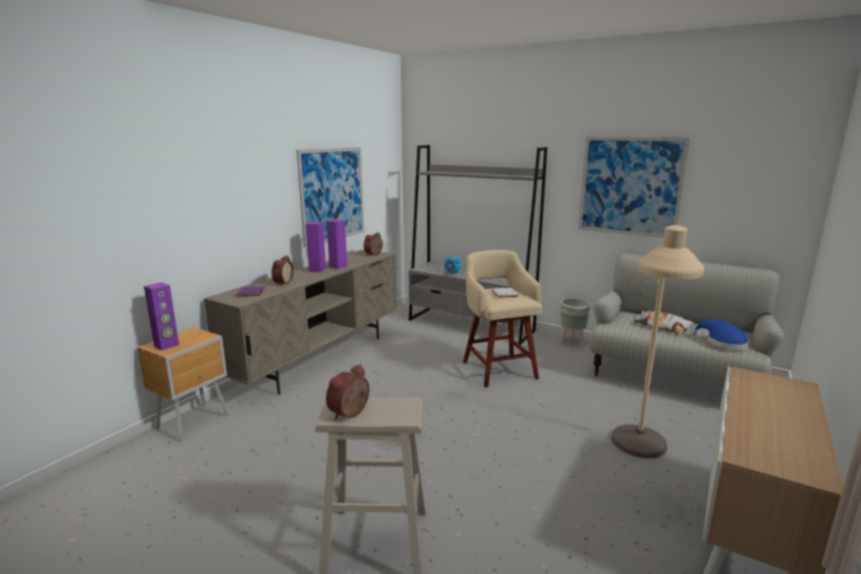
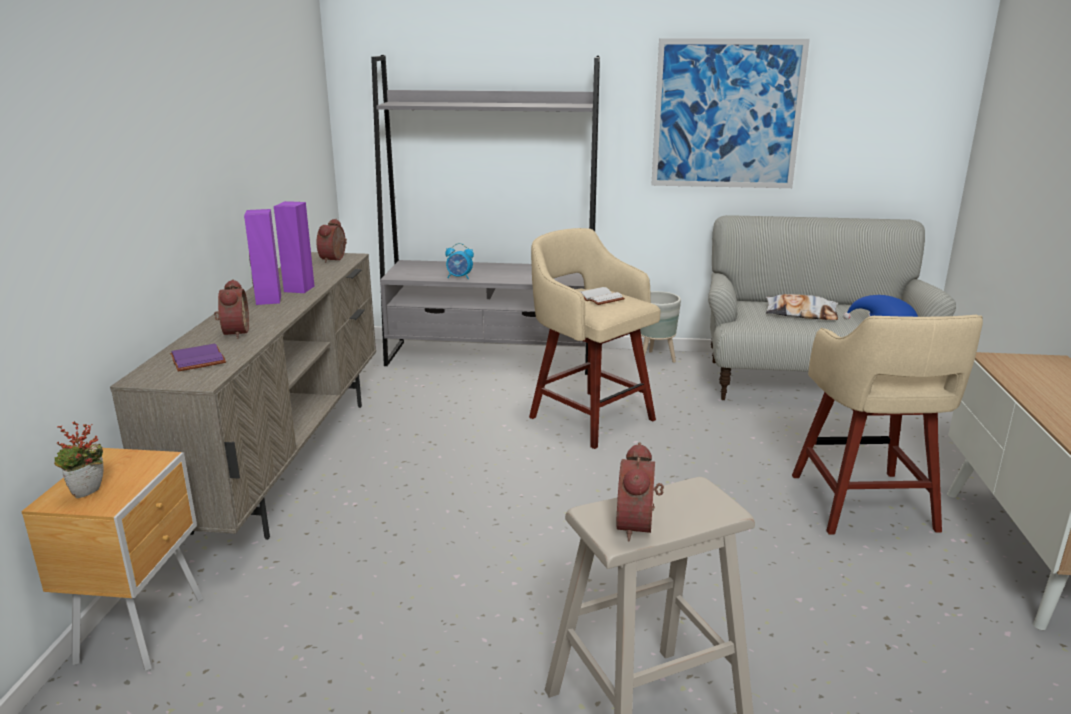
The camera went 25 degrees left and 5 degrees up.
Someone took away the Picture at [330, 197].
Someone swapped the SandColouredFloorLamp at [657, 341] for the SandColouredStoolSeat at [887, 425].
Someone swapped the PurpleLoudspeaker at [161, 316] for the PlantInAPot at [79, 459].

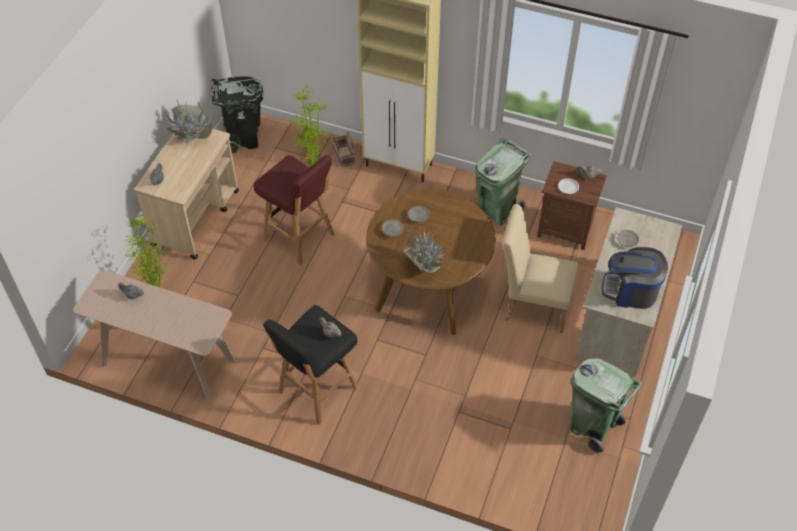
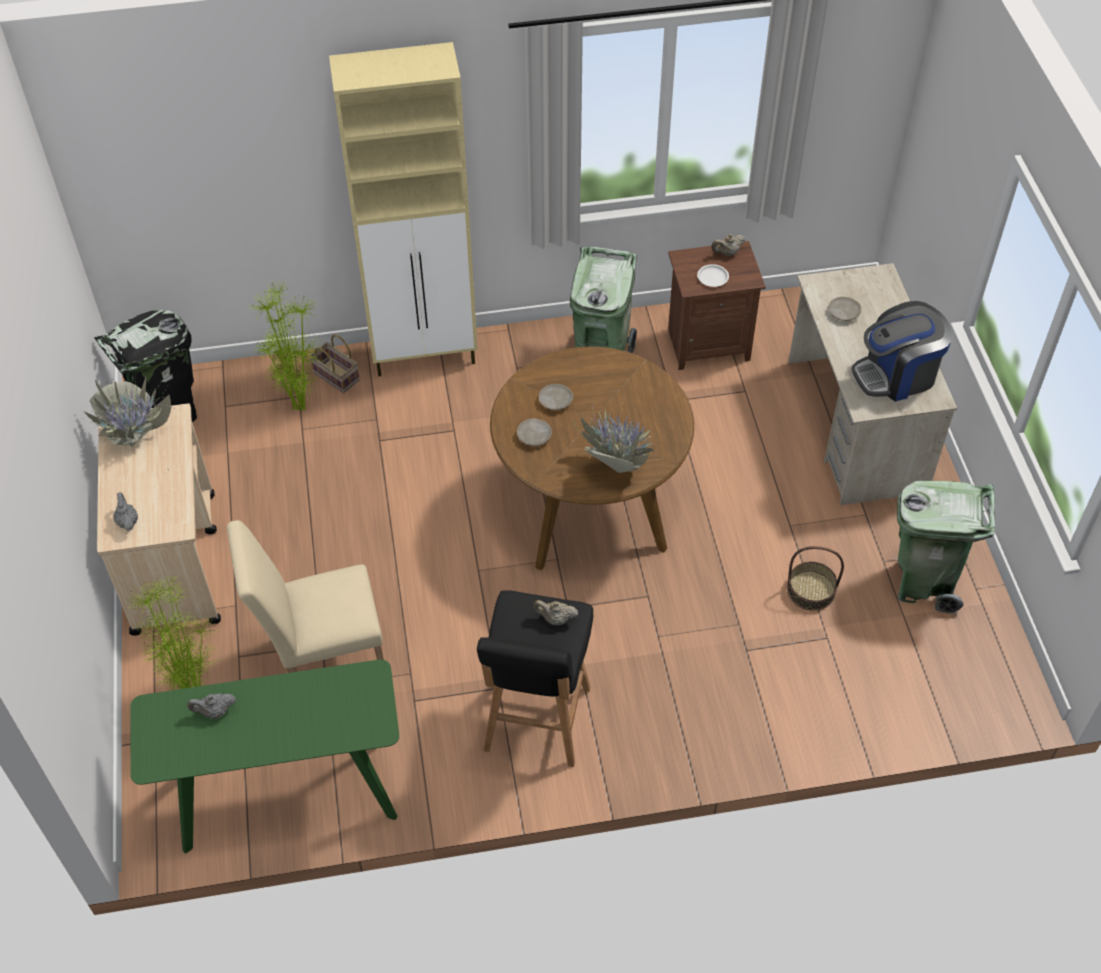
The camera went 30 degrees left and 0 degrees up.
Someone took away the ReddishStoolSeat at [294, 210].
Someone carried the SandColouredChair from [540, 268] to [305, 596].
Someone repainted the SandColouredNarrowTable at [154, 337], which became the GreenishNarrowTable at [264, 756].
Someone put down the StorageBasket at [815, 578].

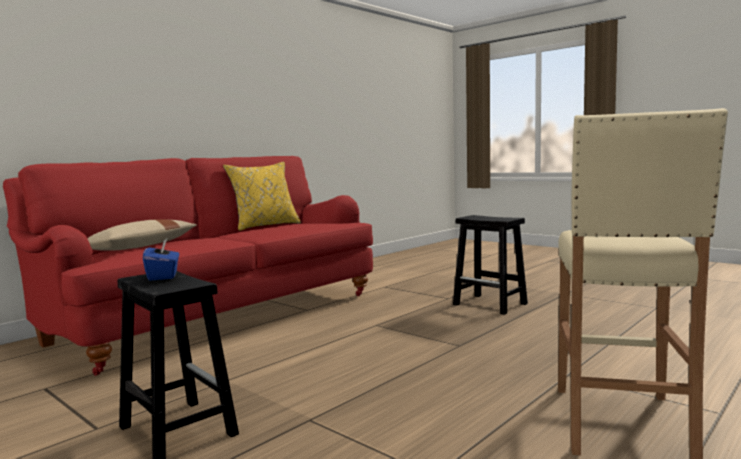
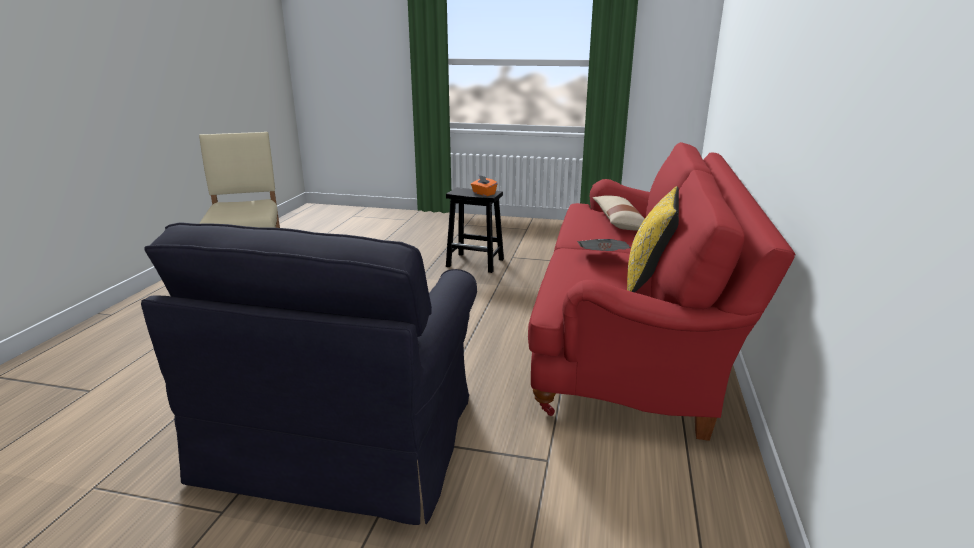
The camera went 150 degrees right and 15 degrees up.
Someone swapped the BlackColouredStoolSeat at [490, 265] for the BlackColouredArmchair at [309, 373].
Someone repainted the BluishBoxOfTissues at [161, 260], which became the OrangeColouredBoxOfTissues at [484, 185].
Someone put down the Newspaper at [604, 245].

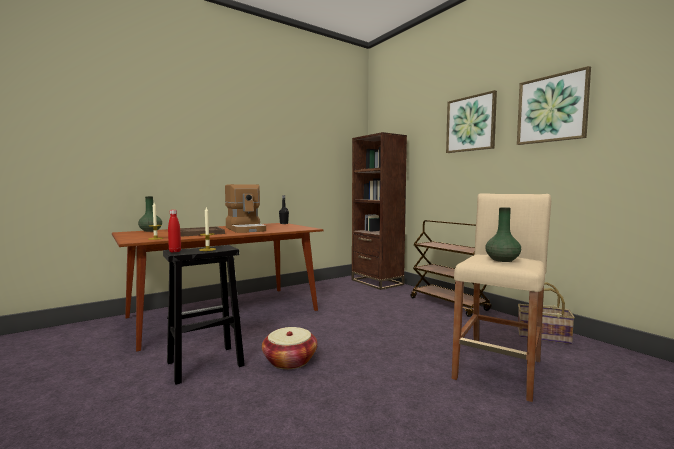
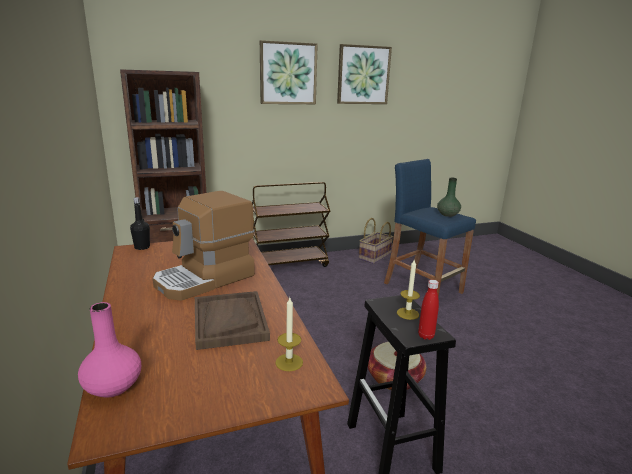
The camera went 75 degrees left and 15 degrees up.
Someone rotated the CoffeeMaker at [245, 208] by 150 degrees clockwise.
Someone repainted the SandColouredStoolSeat at [501, 297], which became the BluishStoolSeat at [430, 228].
Someone repainted the GreenishVase at [150, 214], which became the PinkishVase at [109, 350].

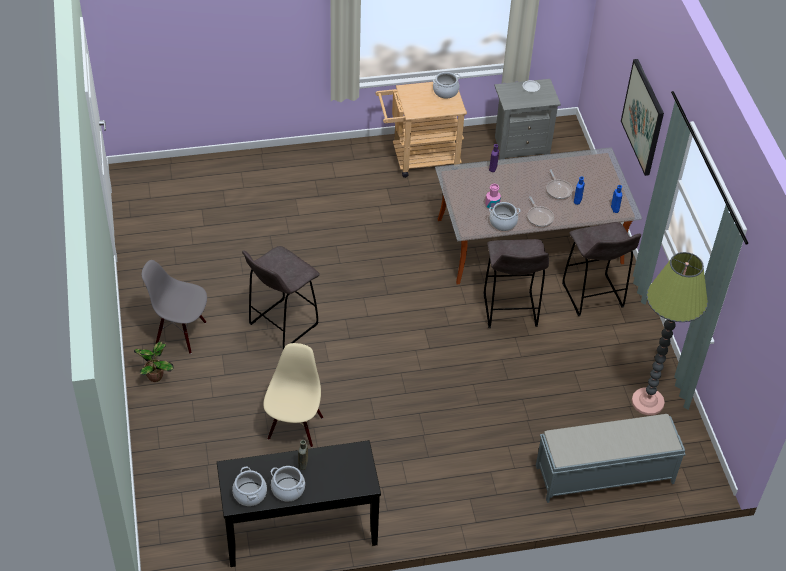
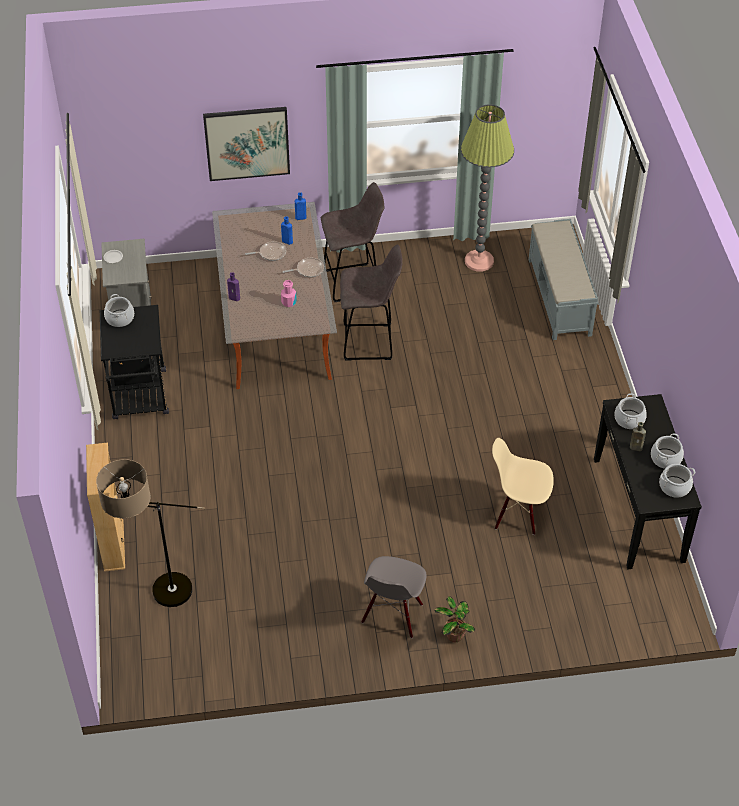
The camera went 85 degrees left and 0 degrees up.
Someone repainted the SandColouredWheeledCart at [421, 130], which became the BlackColouredWheeledCart at [134, 362].
Someone carried the Saucepot from [505, 216] to [630, 411].
Someone took away the GrayStoolSeat at [281, 297].
Someone put down the SandColouredBookcase at [105, 507].
Someone put down the FloorLamp at [150, 533].

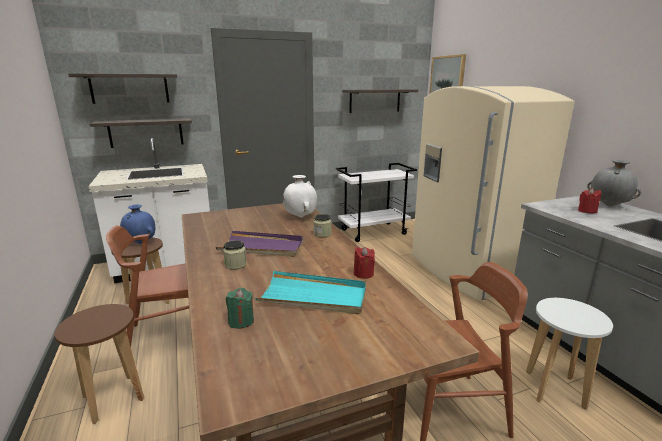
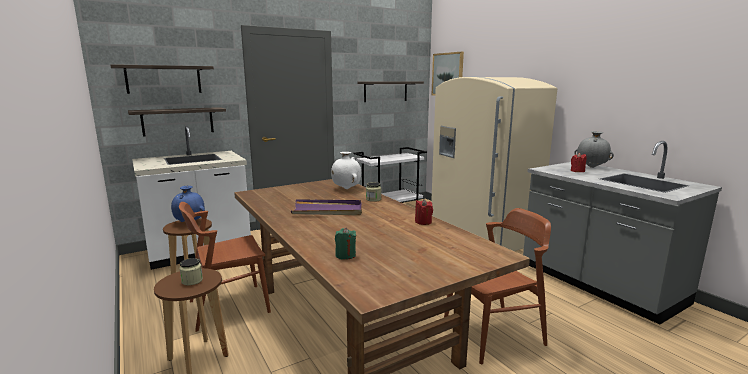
The camera went 10 degrees left and 5 degrees down.
Someone carried the PreserveJar from [235, 254] to [191, 271].
Someone took away the TurquoiseColouredTray at [310, 292].
Someone took away the WhiteStoolSeat at [569, 354].

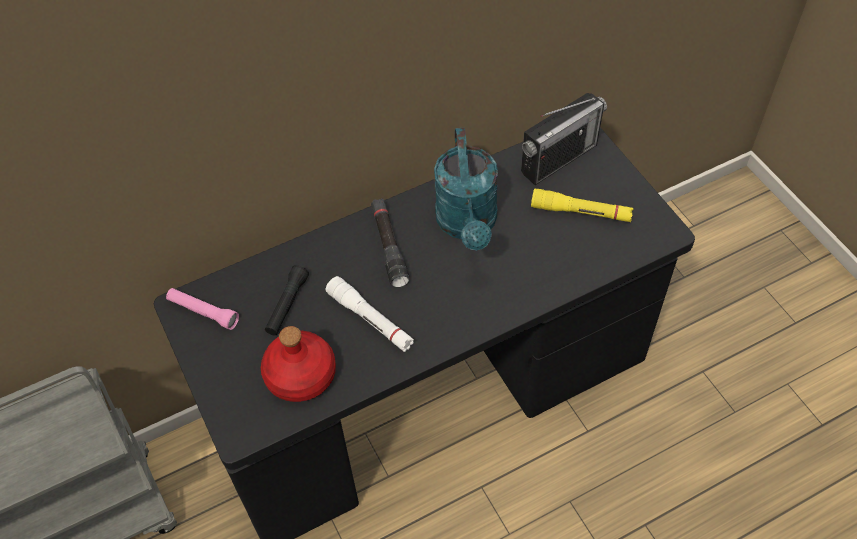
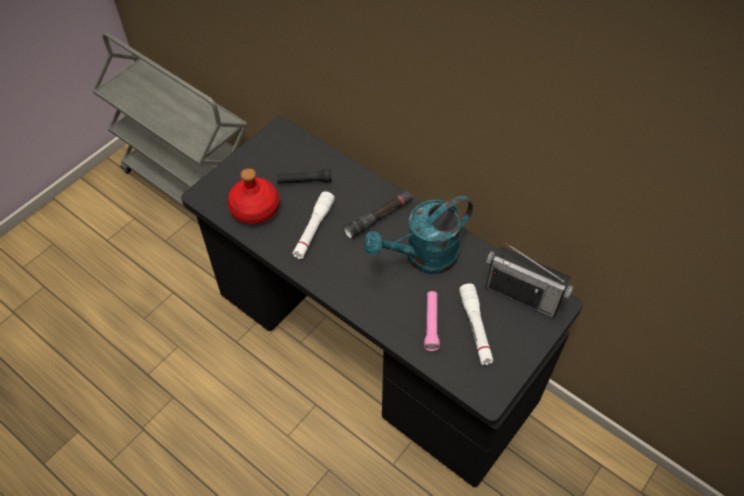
The camera went 65 degrees right and 0 degrees up.
Someone repainted the YellowishHandTorch at [582, 205], which became the WhiteHandTorch at [476, 324].
Someone carried the PinkishHandTorch from [202, 309] to [432, 321].

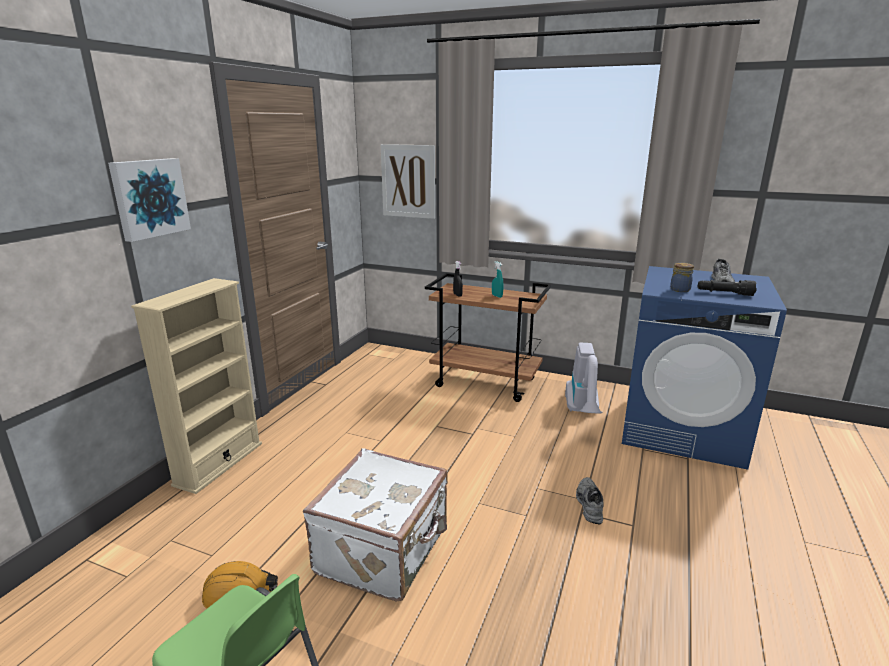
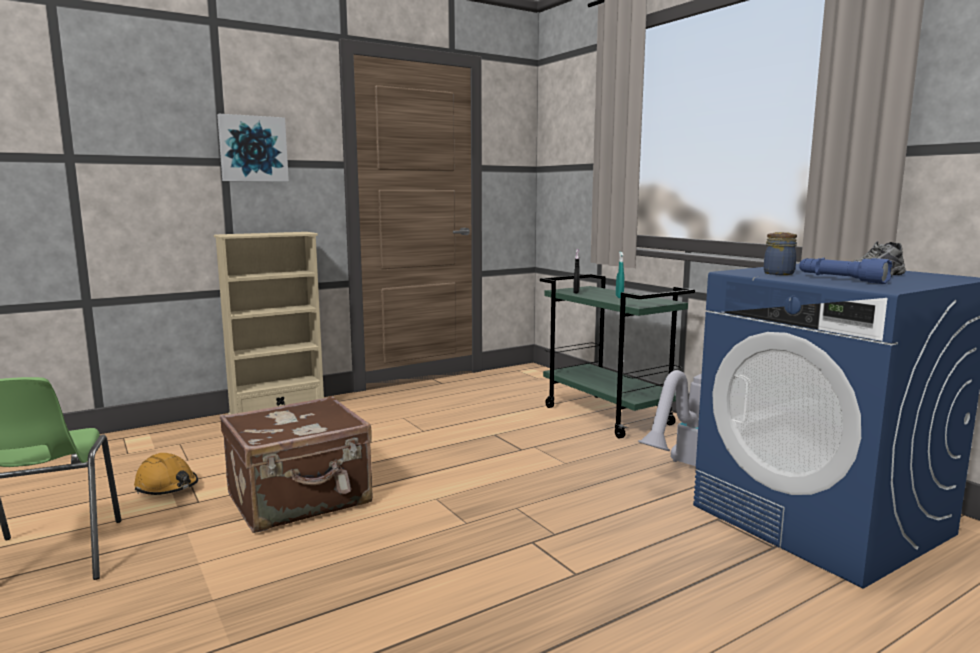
The camera went 35 degrees right and 10 degrees down.
Someone took away the Picture at [408, 181].
Someone repainted the BrownWheeledCart at [488, 337], which became the GreenishWheeledCart at [617, 356].
Someone repainted the BlackColouredHandTorch at [727, 288], which became the BluishHandTorch at [845, 271].
Someone repainted the WhitePieceOfLuggage at [375, 525], which became the BrownPieceOfLuggage at [296, 464].
Someone took away the GrayItemOfFootwear at [590, 500].

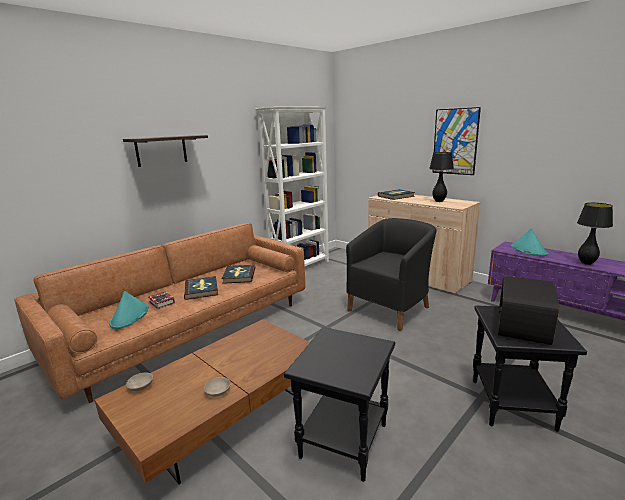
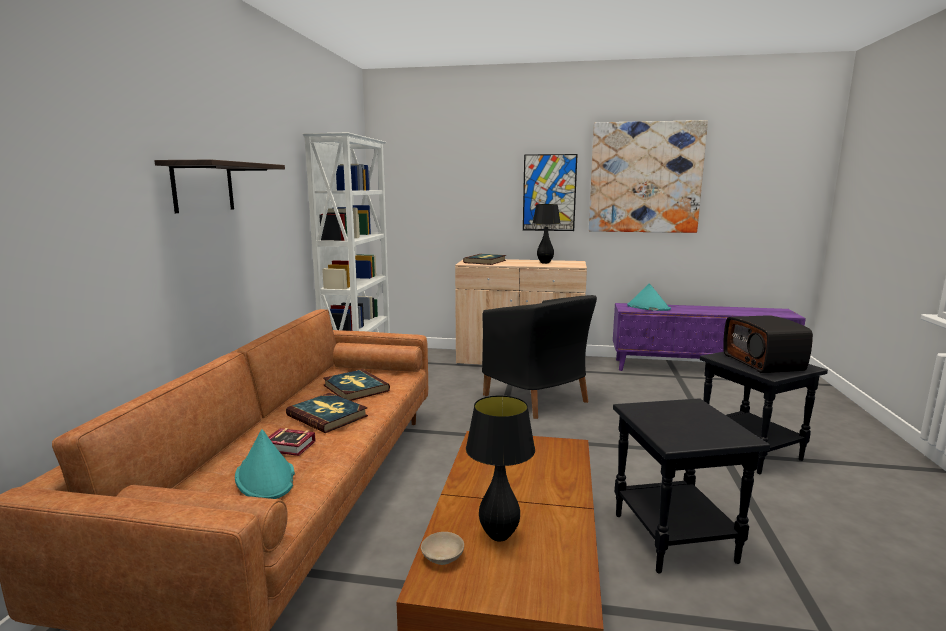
The camera went 35 degrees left and 5 degrees down.
Someone carried the BlackColouredTabletopLamp from [595, 234] to [500, 468].
Someone rotated the BlackColouredArmchair at [391, 274] by 135 degrees clockwise.
Someone took away the SandColouredBowl at [217, 387].
Someone put up the Picture at [648, 176].

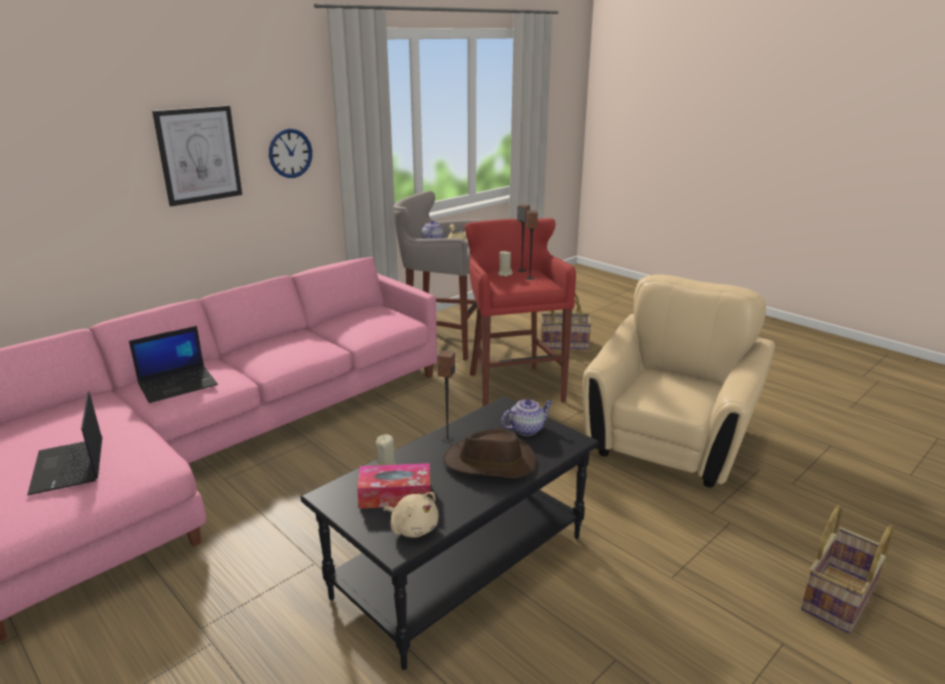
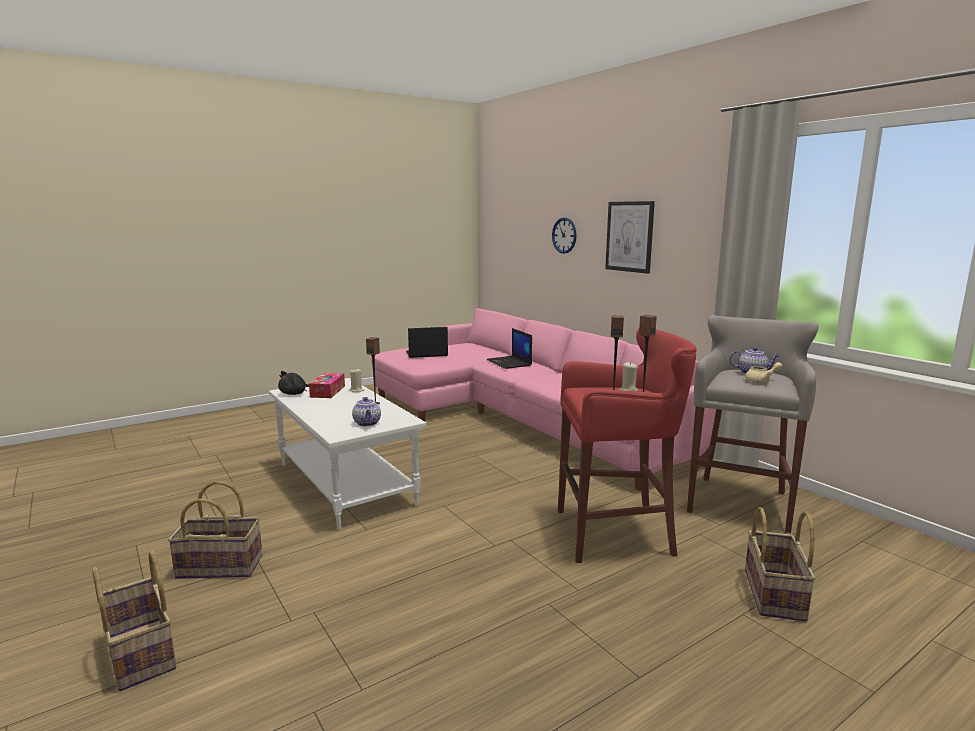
The camera went 100 degrees right and 10 degrees down.
Someone carried the HangingClock from [290, 153] to [564, 235].
Someone took away the SandColouredArmchair at [679, 381].
Someone repainted the BlackColouredLoungeTable at [450, 533], which became the WhiteLoungeTable at [347, 454].
Someone took away the BrownClothingHat at [490, 453].
Someone repainted the SandColouredCuddlyToy at [411, 515], which became the BlackColouredCuddlyToy at [293, 383].
Someone put down the StorageBasket at [215, 530].

